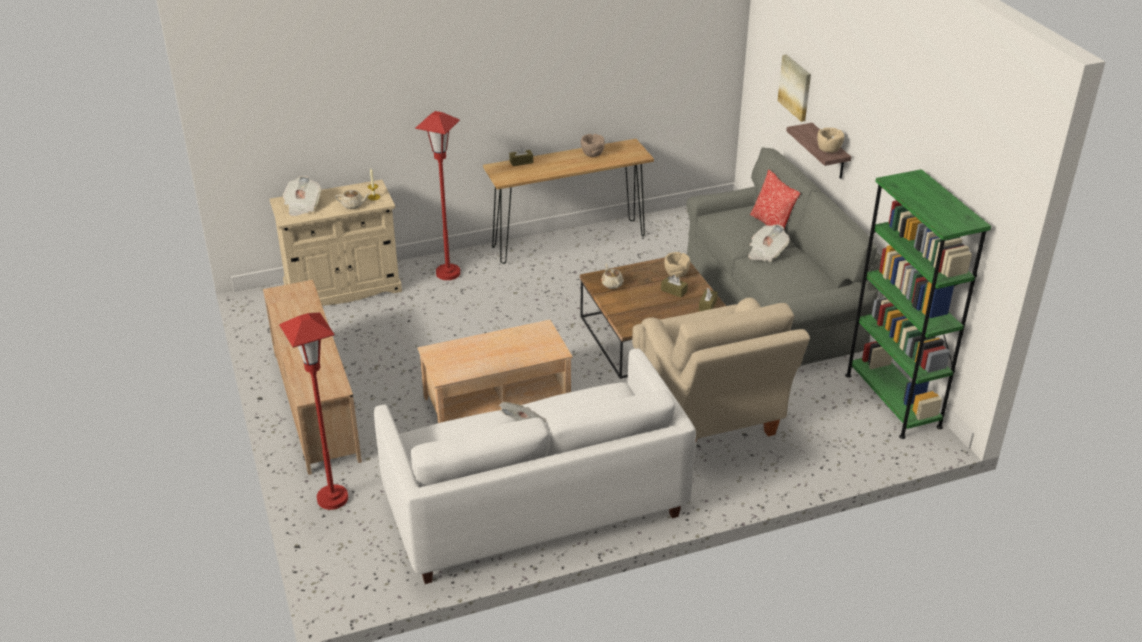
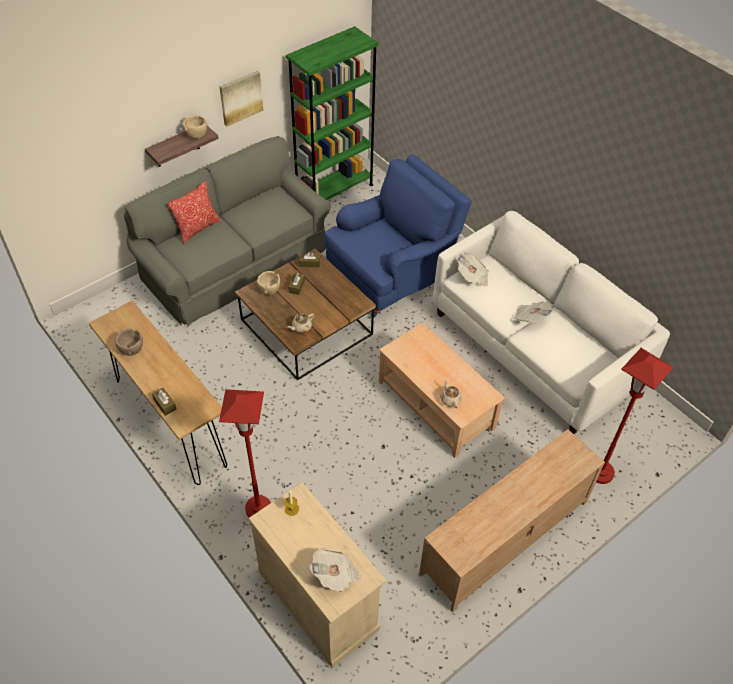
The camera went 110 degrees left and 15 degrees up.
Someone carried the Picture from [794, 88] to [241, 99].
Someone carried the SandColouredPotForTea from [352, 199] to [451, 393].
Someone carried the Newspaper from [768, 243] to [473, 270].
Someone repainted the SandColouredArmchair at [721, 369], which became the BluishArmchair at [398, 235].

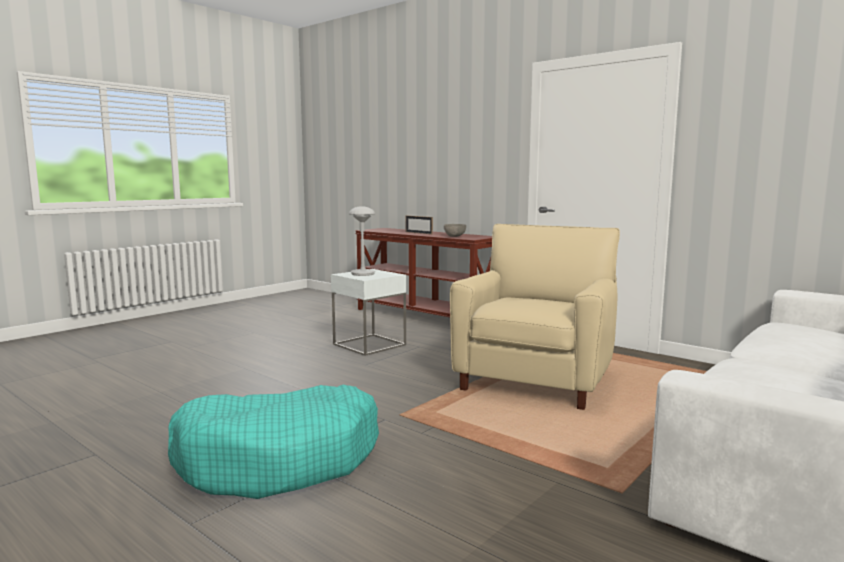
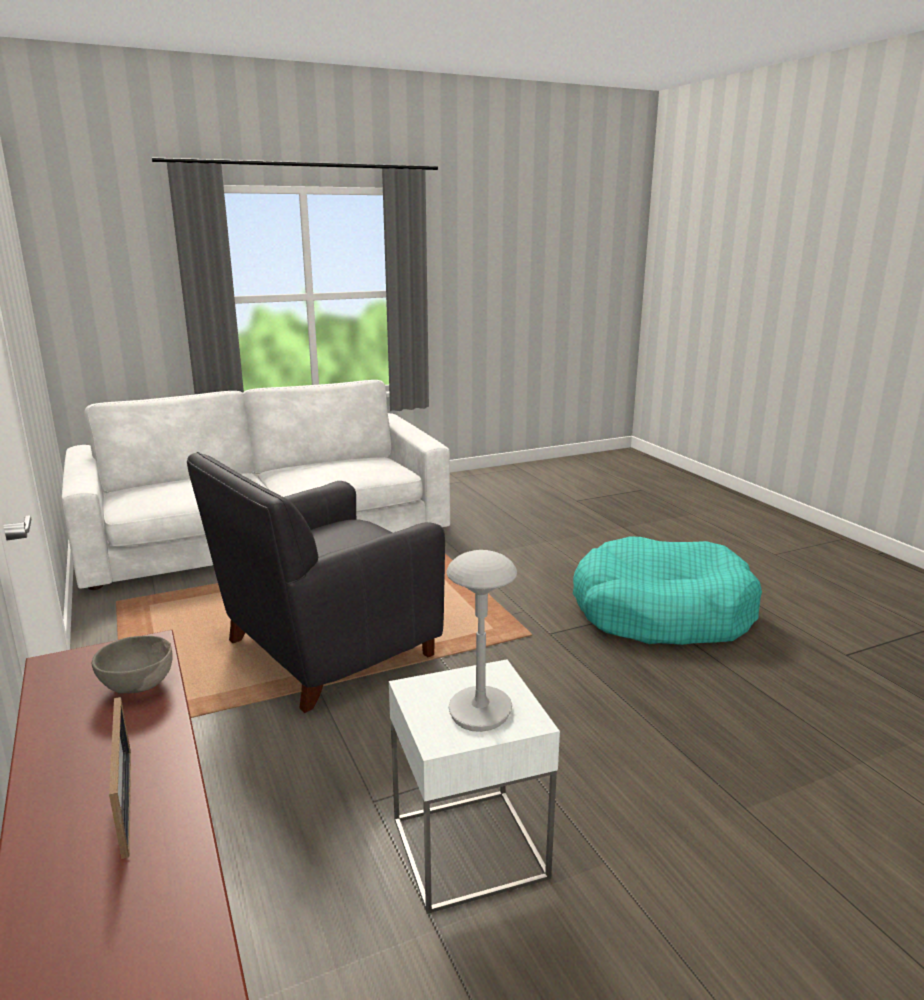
The camera went 155 degrees left and 10 degrees up.
Someone repainted the SandColouredArmchair at [535, 317], which became the BlackColouredArmchair at [316, 582].

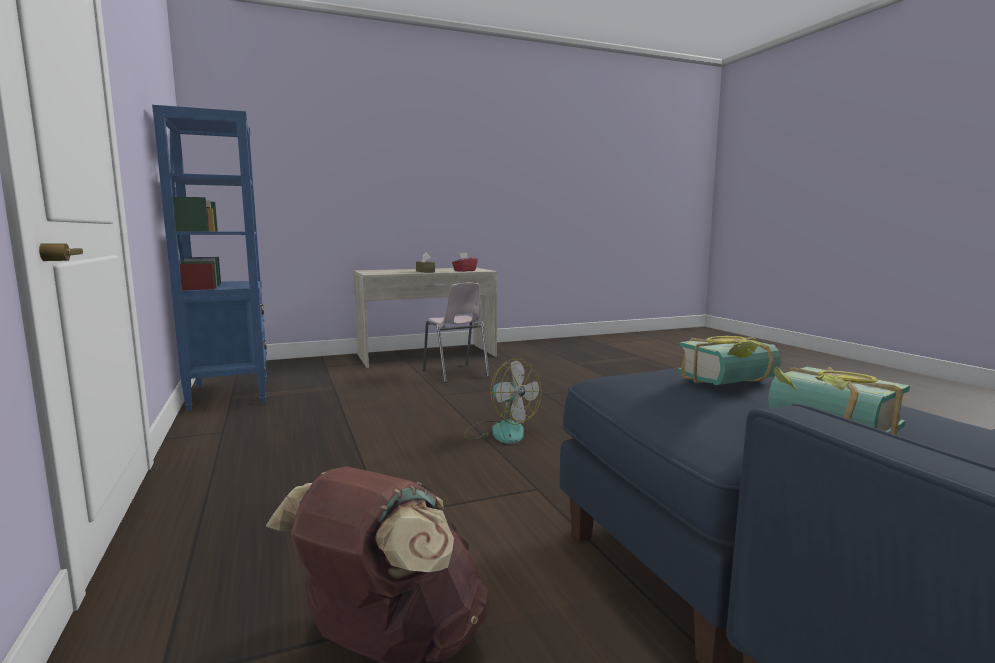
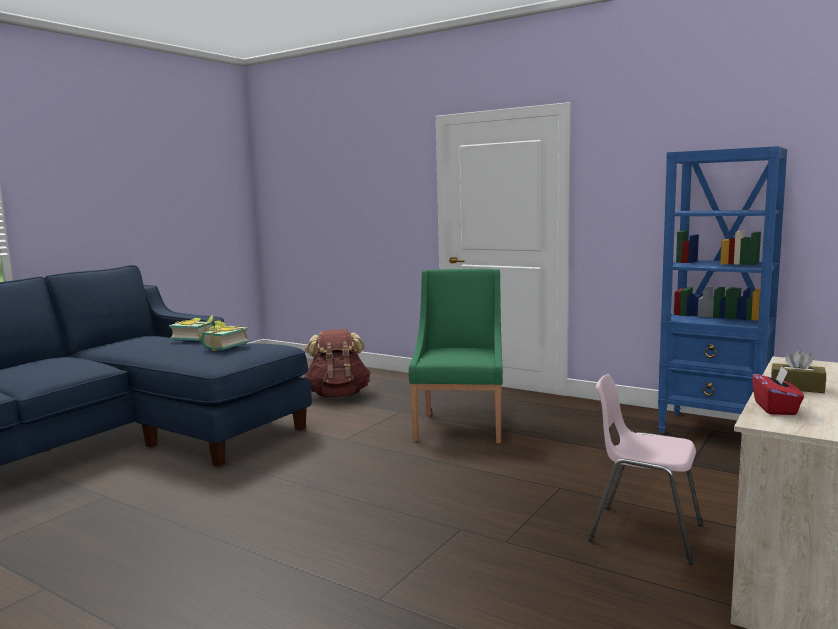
The camera went 145 degrees right and 0 degrees up.
Someone took away the ElectricFan at [503, 401].
Someone put down the GreenishArmchair at [456, 356].

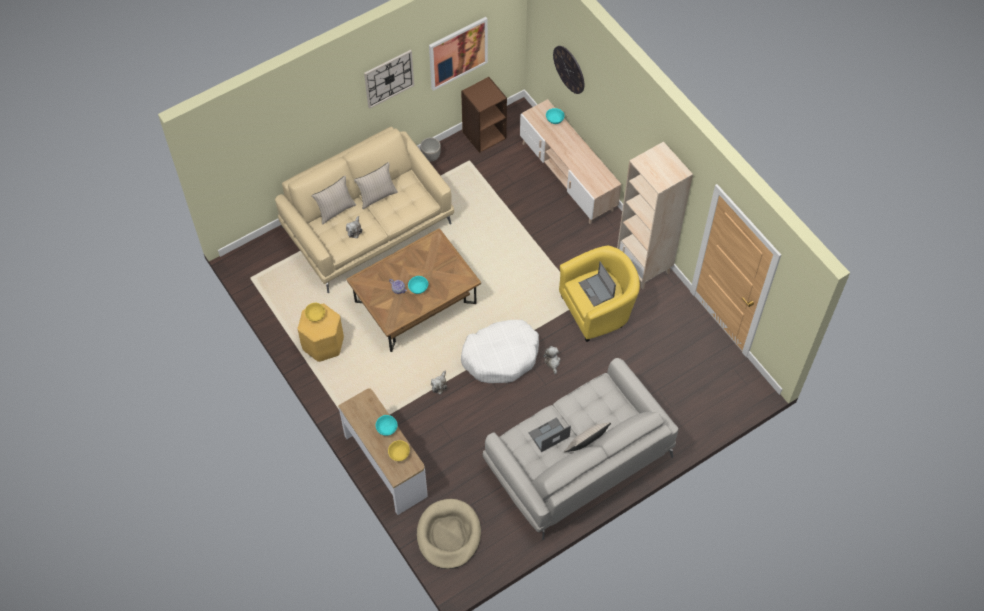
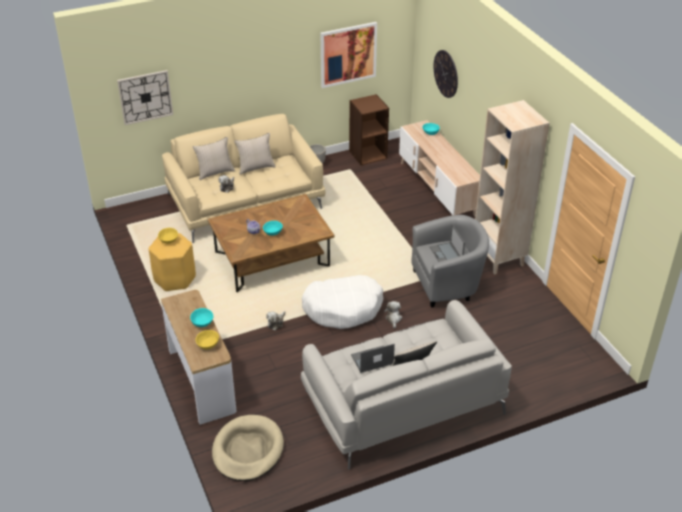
The camera went 10 degrees right and 20 degrees down.
Someone carried the HangingClock from [389, 79] to [145, 97].
Someone repainted the YellowishArmchair at [599, 293], which became the GrayArmchair at [450, 261].

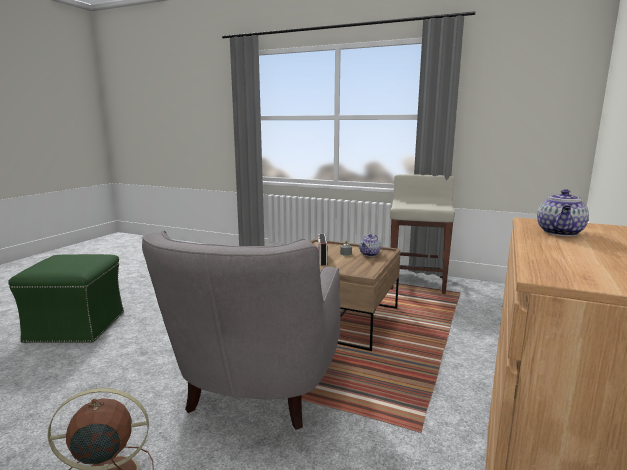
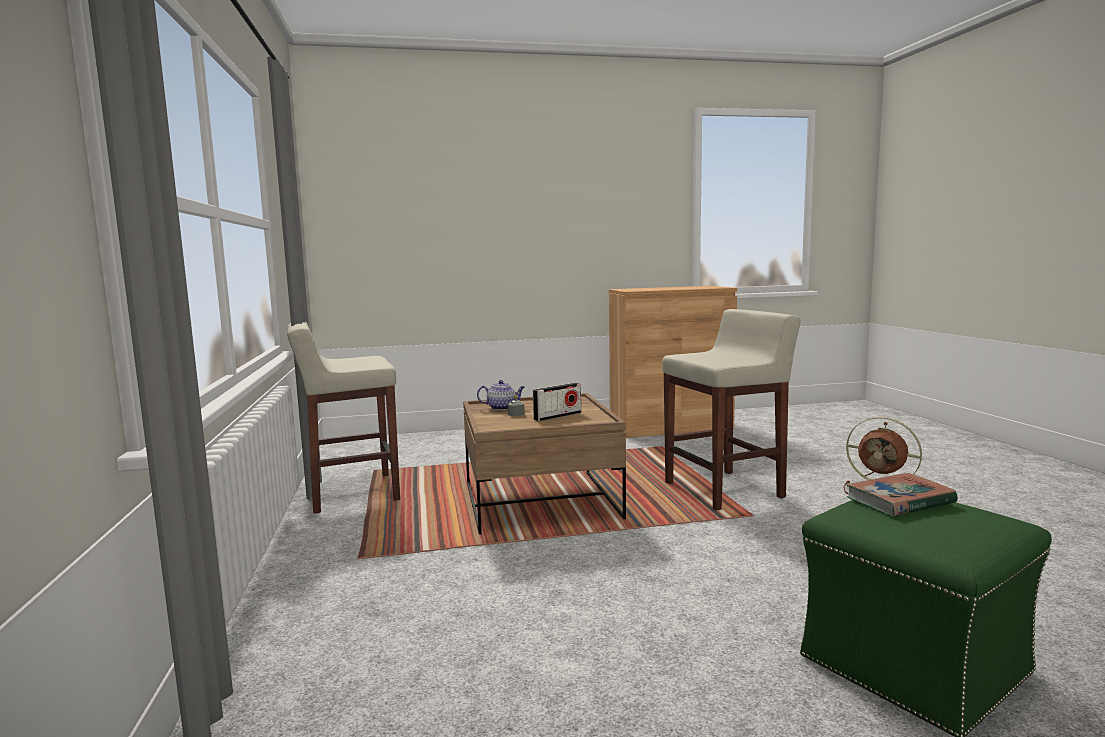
The camera went 125 degrees left and 5 degrees down.
Someone took away the PotForTea at [563, 212].
Someone swapped the GrayArmchair at [241, 330] for the SandColouredStoolSeat at [731, 410].
Someone put down the BoundBook at [902, 494].

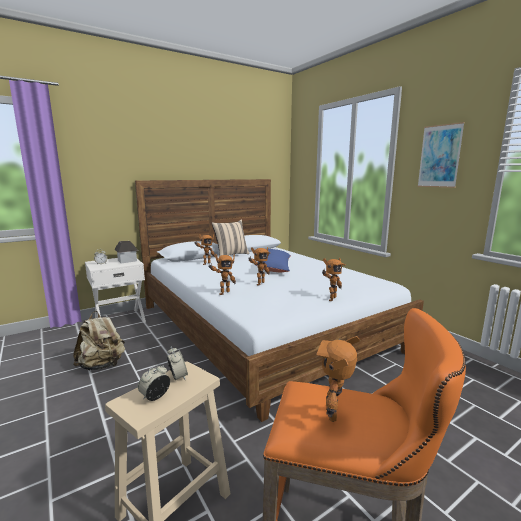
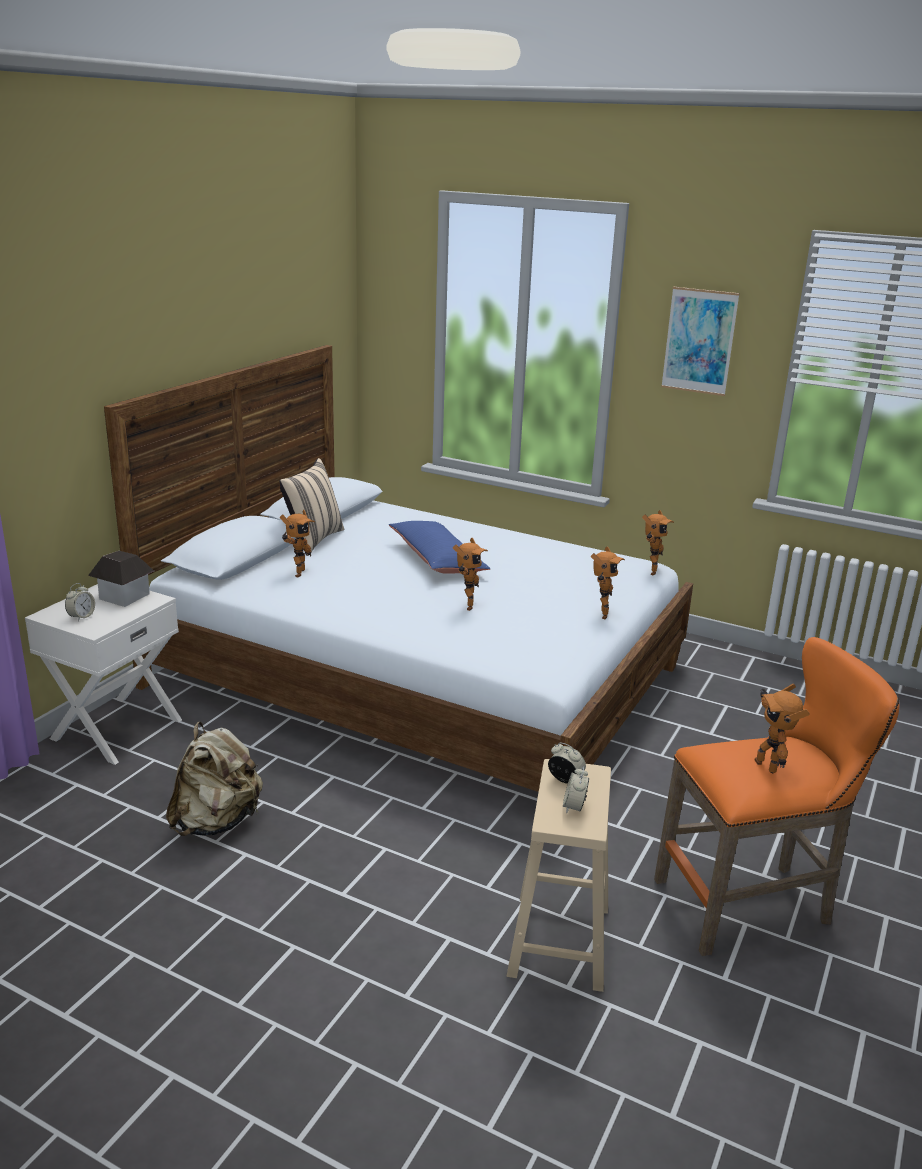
The camera went 30 degrees left and 10 degrees up.
Someone carried the ModelRobot from [222, 274] to [658, 543].

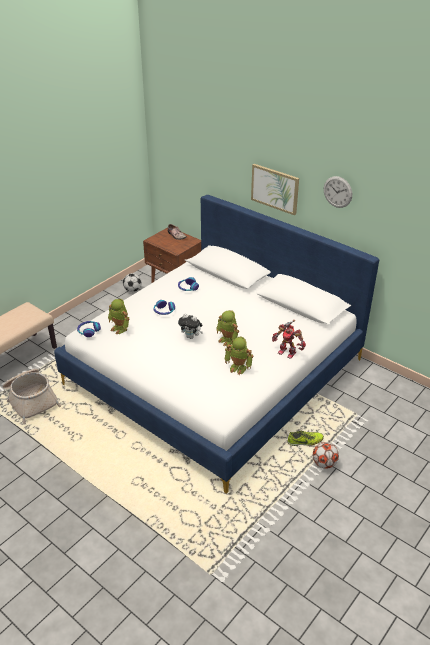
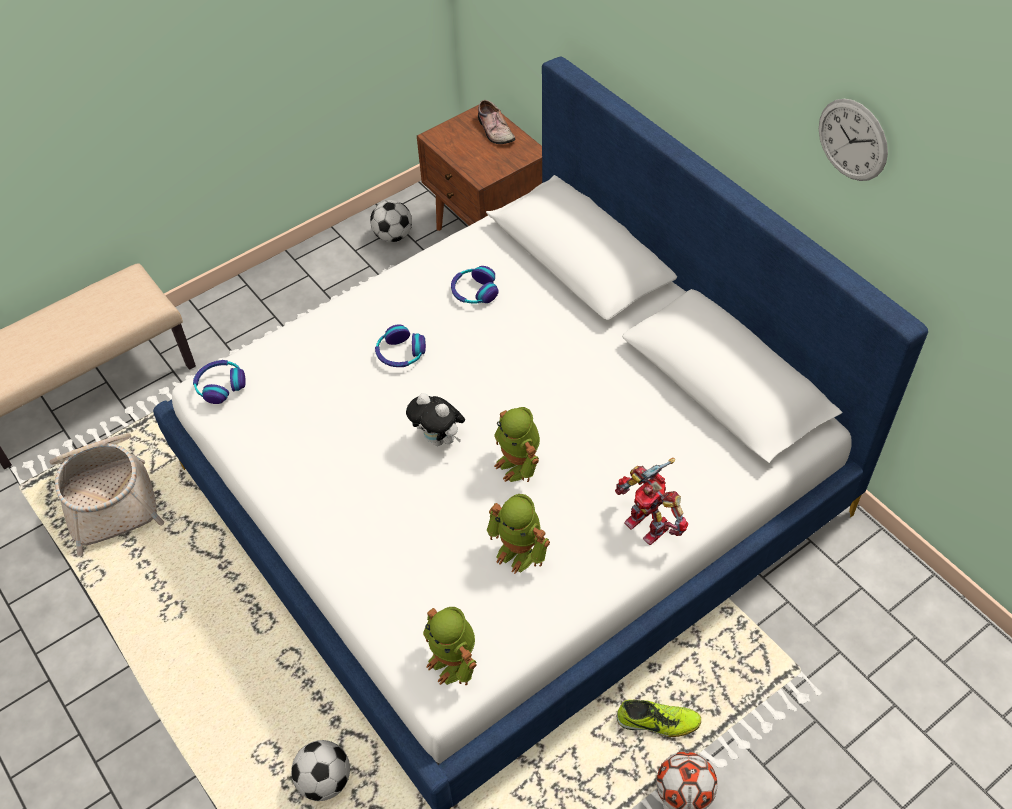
The camera went 15 degrees right and 15 degrees up.
Someone took away the Picture at [275, 189].
Someone carried the ModelRobot from [119, 317] to [449, 646].
Someone put down the Football at [320, 770].

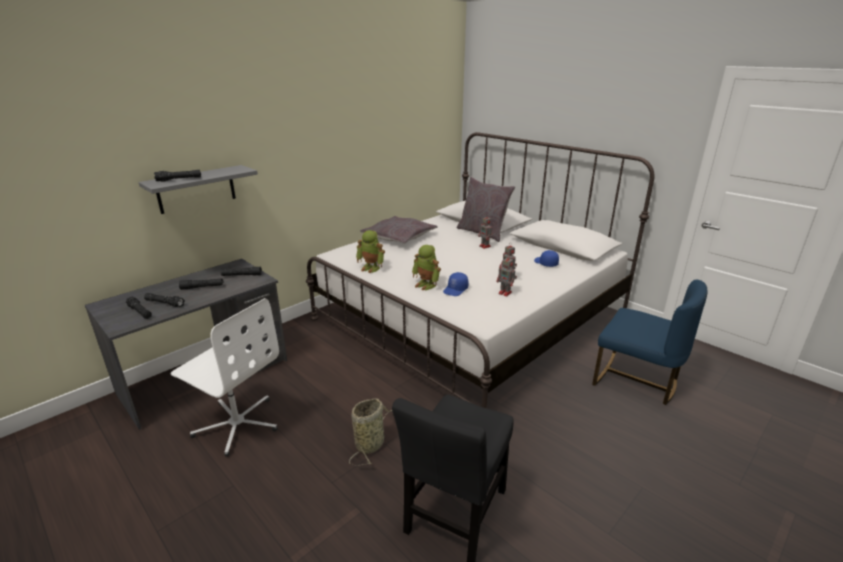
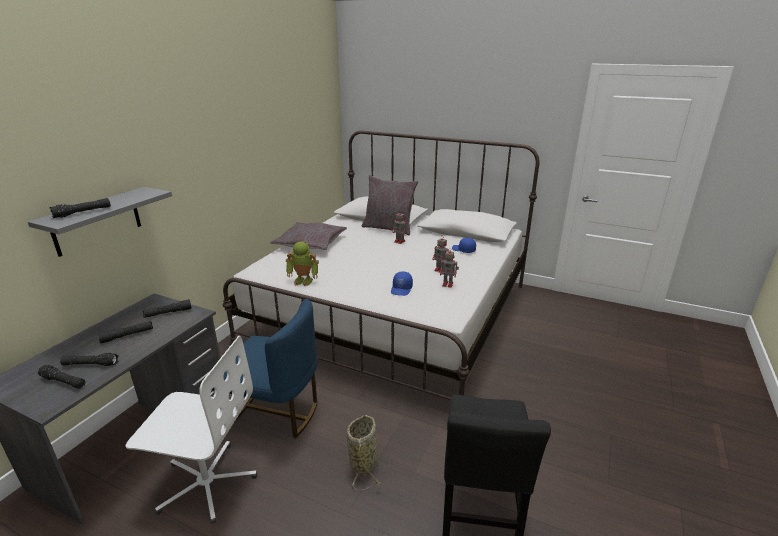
The camera went 20 degrees left and 0 degrees up.
Someone took away the ModelRobot at [426, 268].
Someone carried the BluishChair from [649, 342] to [264, 368].

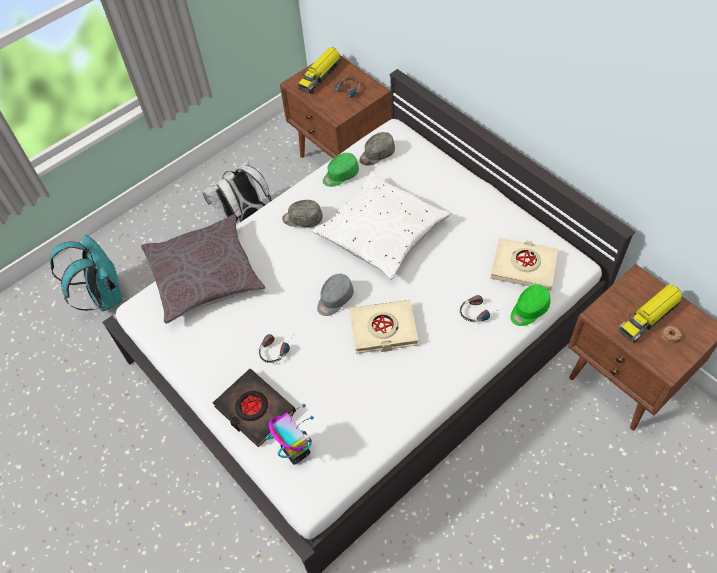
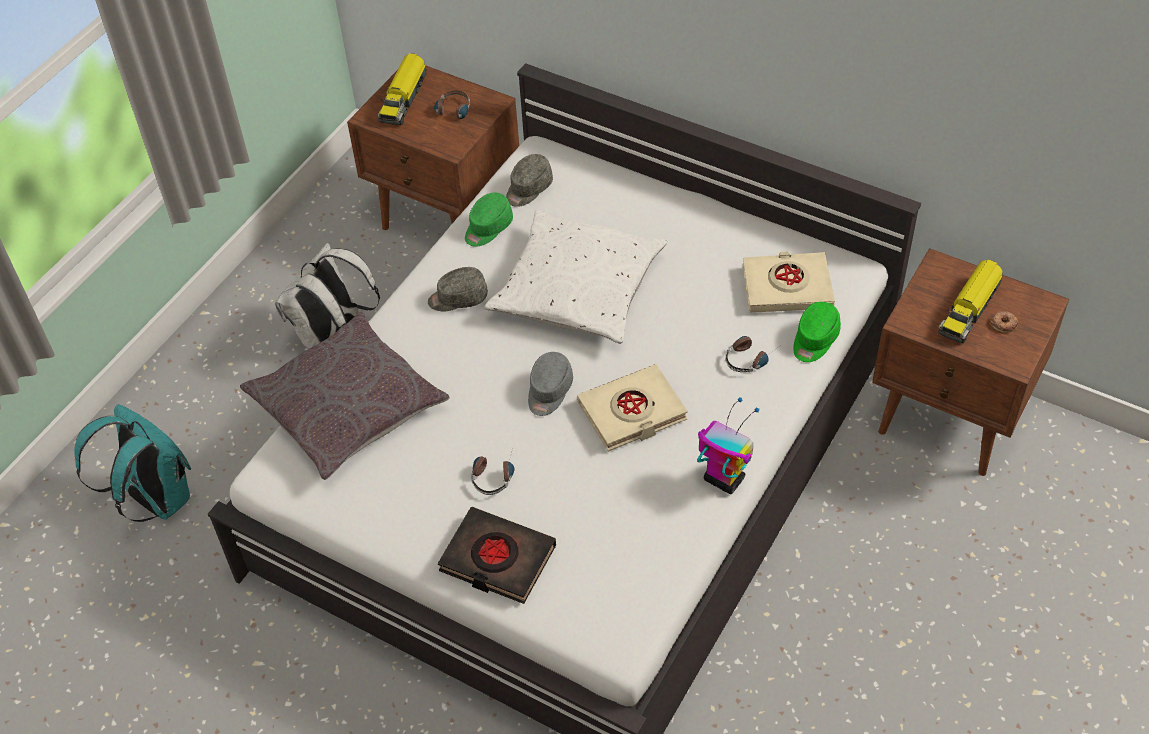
The camera went 20 degrees left and 5 degrees down.
Someone carried the ModelRobot from [290, 434] to [728, 445].

